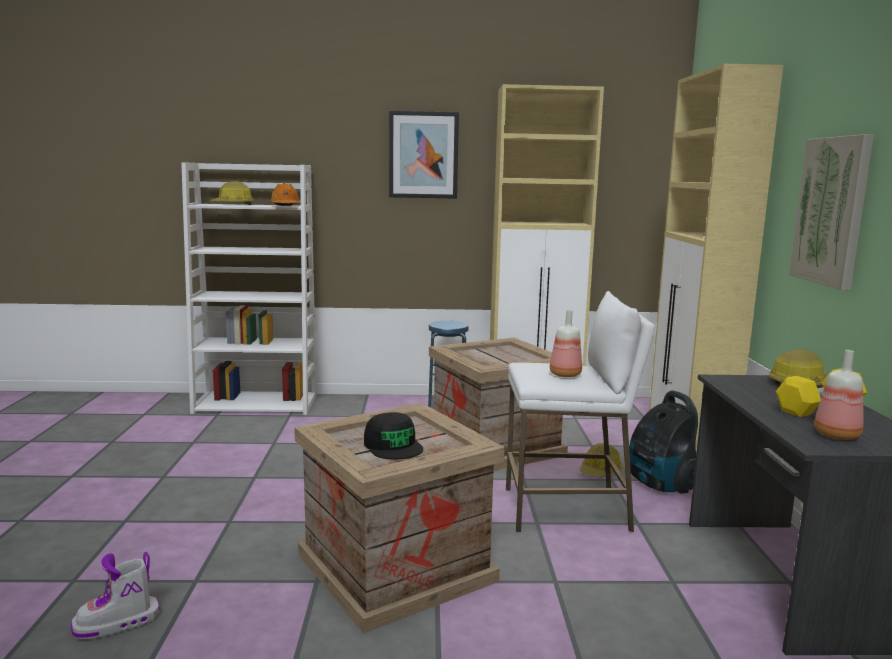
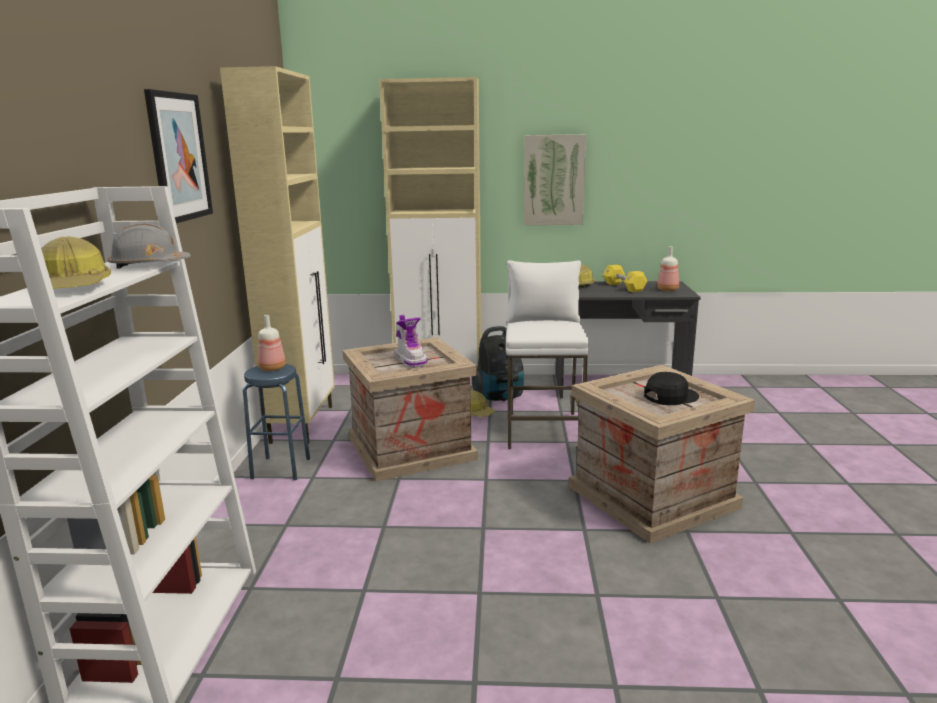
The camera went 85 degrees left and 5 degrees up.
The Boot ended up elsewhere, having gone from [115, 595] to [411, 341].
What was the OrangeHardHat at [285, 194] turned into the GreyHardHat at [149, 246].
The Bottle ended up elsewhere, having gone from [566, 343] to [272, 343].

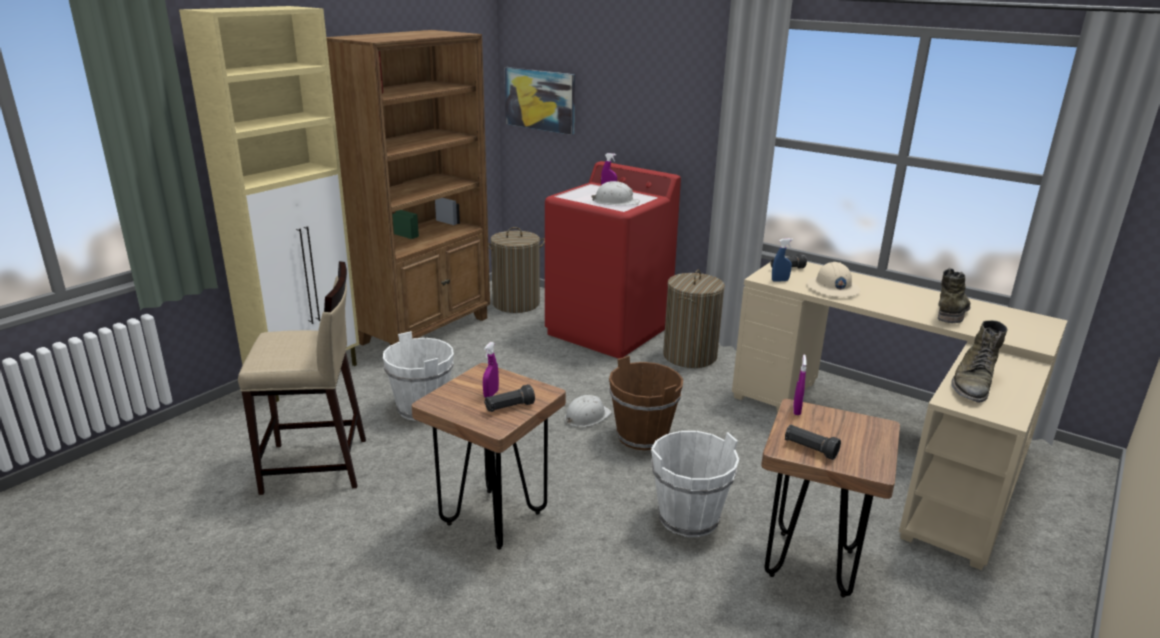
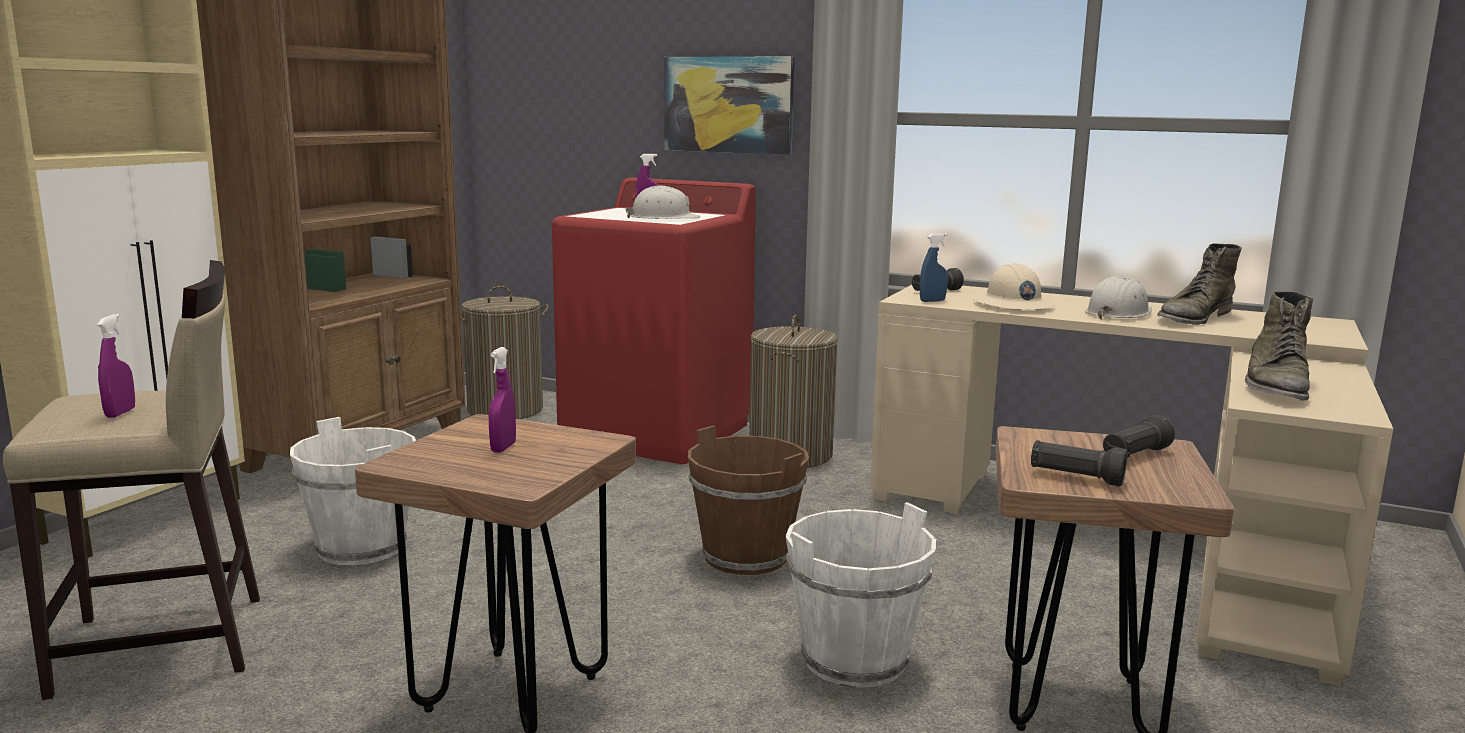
The camera went 10 degrees left and 10 degrees down.
The BlackFlashlight ended up elsewhere, having gone from [509, 398] to [1139, 436].
The Picture ended up elsewhere, having gone from [540, 101] to [729, 105].
The WhiteHardHat ended up elsewhere, having gone from [588, 411] to [1118, 297].
The PurpleSprayBottle ended up elsewhere, having gone from [800, 385] to [116, 366].
The GreenBoot at [954, 295] ended up facing another way, 150 degrees counterclockwise from before.

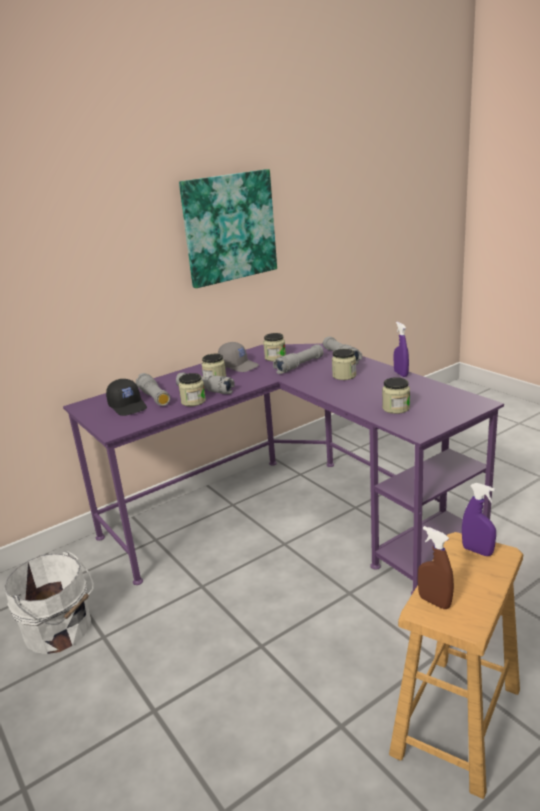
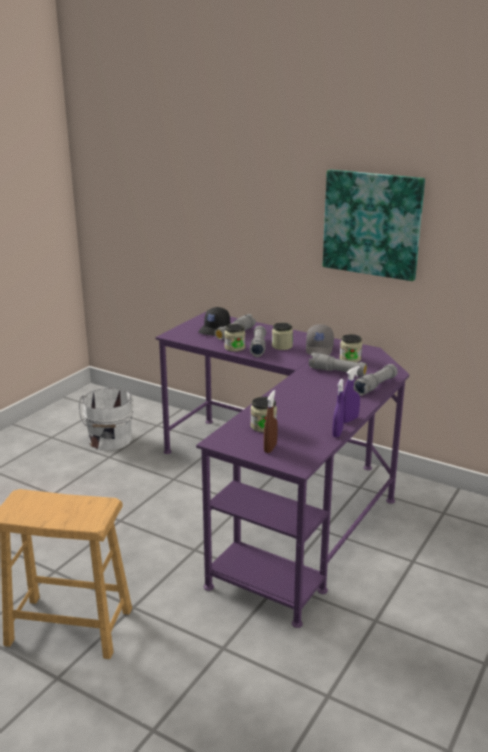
The camera went 65 degrees right and 0 degrees up.
The second view lost the Jar at [344, 364].
The BrownSprayBottle ended up elsewhere, having gone from [436, 567] to [271, 421].
The PurpleSprayBottle ended up elsewhere, having gone from [479, 519] to [338, 408].

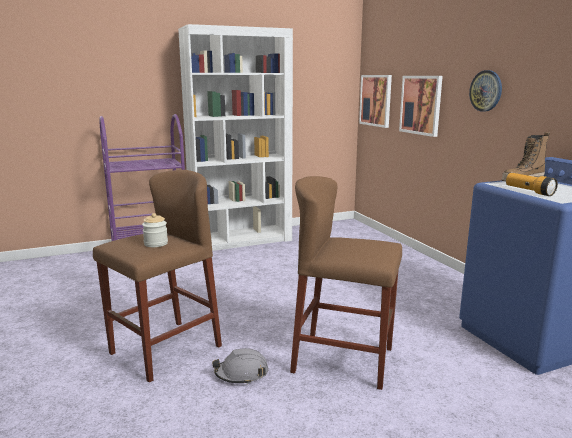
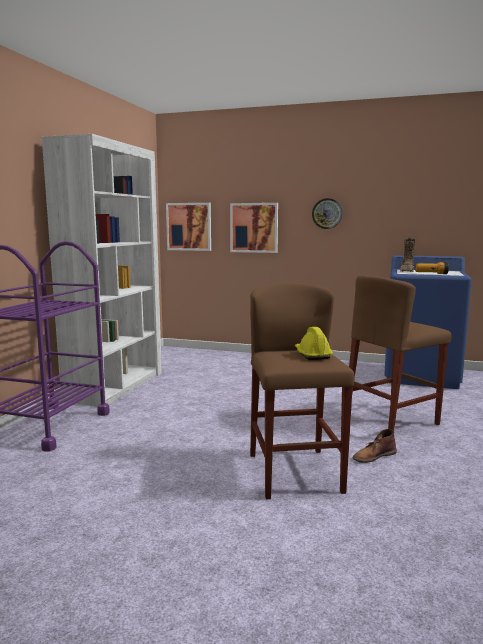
The camera went 50 degrees left and 5 degrees down.
Where the Jar stood at [155, 230], the YellowHardHat came to stand at [314, 343].
Where the GreyHardHat stood at [240, 366], the BrownBoot came to stand at [375, 446].

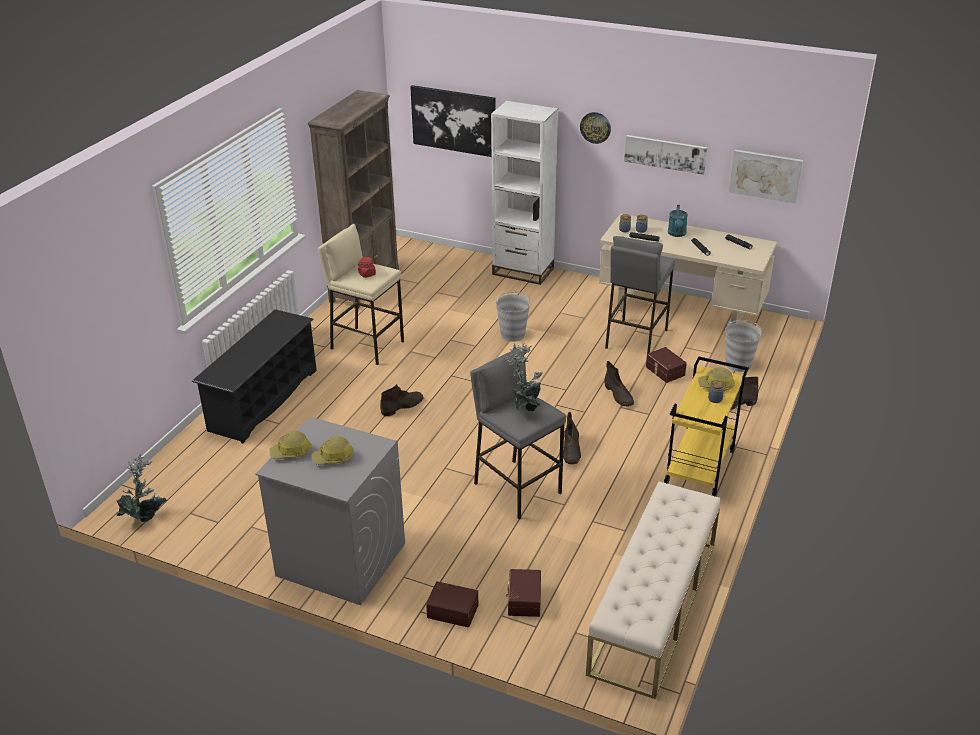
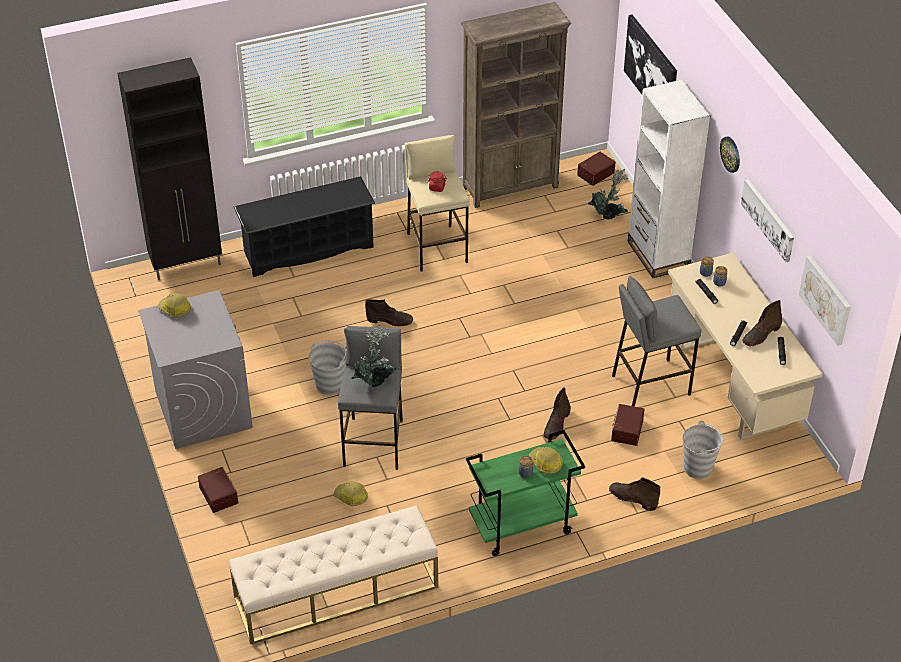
The camera went 45 degrees right and 10 degrees up.
The PottedPlant ended up elsewhere, having gone from [142, 488] to [608, 194].
The HardHat ended up elsewhere, having gone from [333, 450] to [350, 493].
The GreyBucket ended up elsewhere, having gone from [512, 317] to [327, 368].
The BrownStorageBox ended up elsewhere, having gone from [523, 593] to [596, 168].
The BrownBoot ended up elsewhere, having gone from [572, 438] to [762, 323].
What was the YellowCart at [706, 426] turned into the GreenCart at [525, 493].
The second view lost the TurquoiseWateringCan at [678, 221].
The second view gained the BlackCabinet at [170, 168].

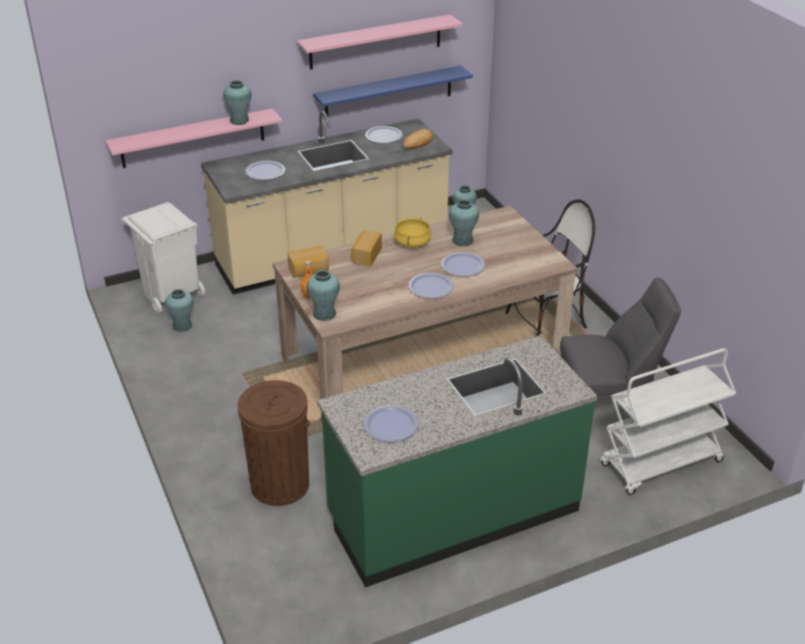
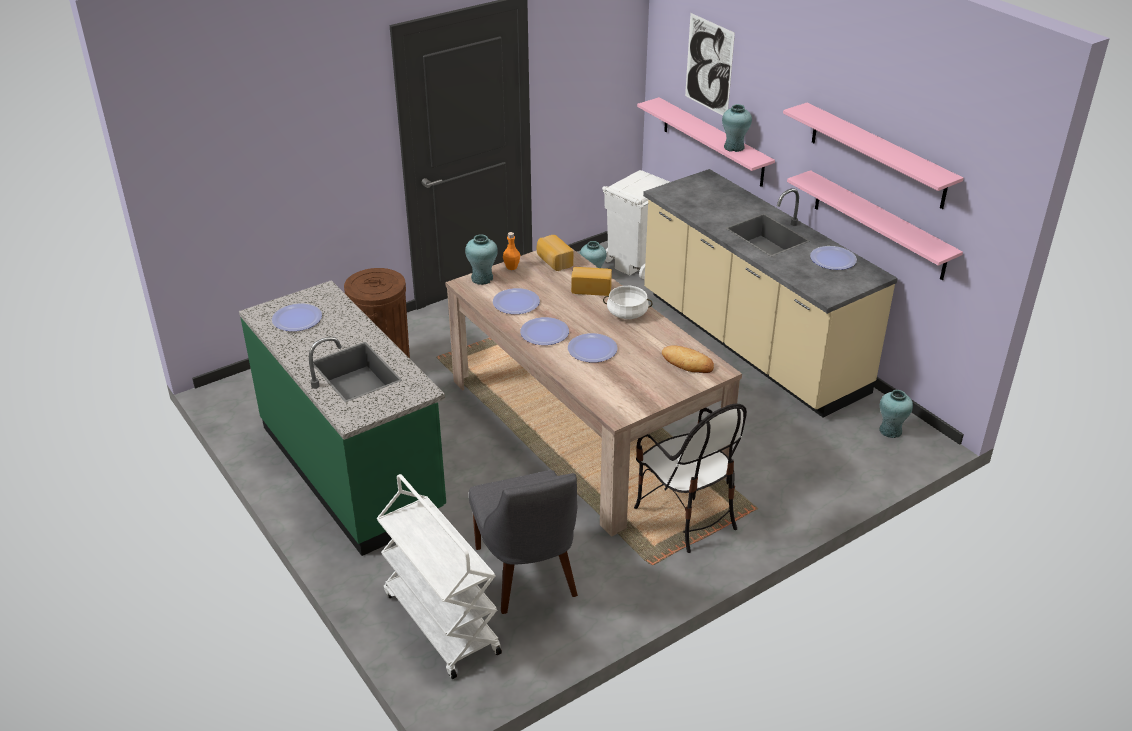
The camera went 80 degrees right and 0 degrees up.
The Plate ended up elsewhere, having gone from [265, 170] to [516, 301].
What was the BlueShelf at [393, 91] turned into the PinkShelf at [875, 225].
What was the YellowCookingPot at [412, 233] turned into the WhiteCookingPot at [628, 302].
The Bread ended up elsewhere, having gone from [418, 139] to [688, 359].
The second view lost the TurquoiseVase at [464, 222].
The second view gained the Picture at [710, 64].

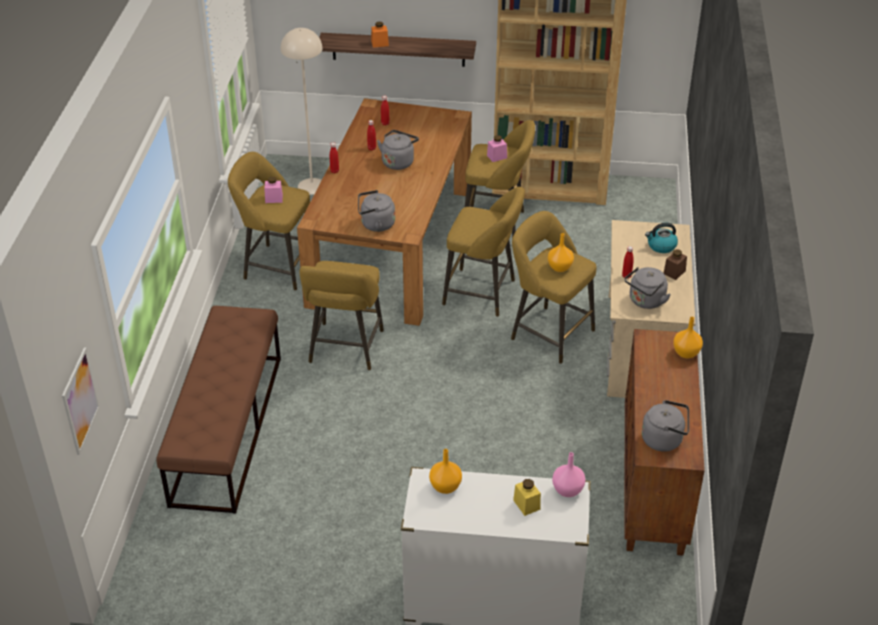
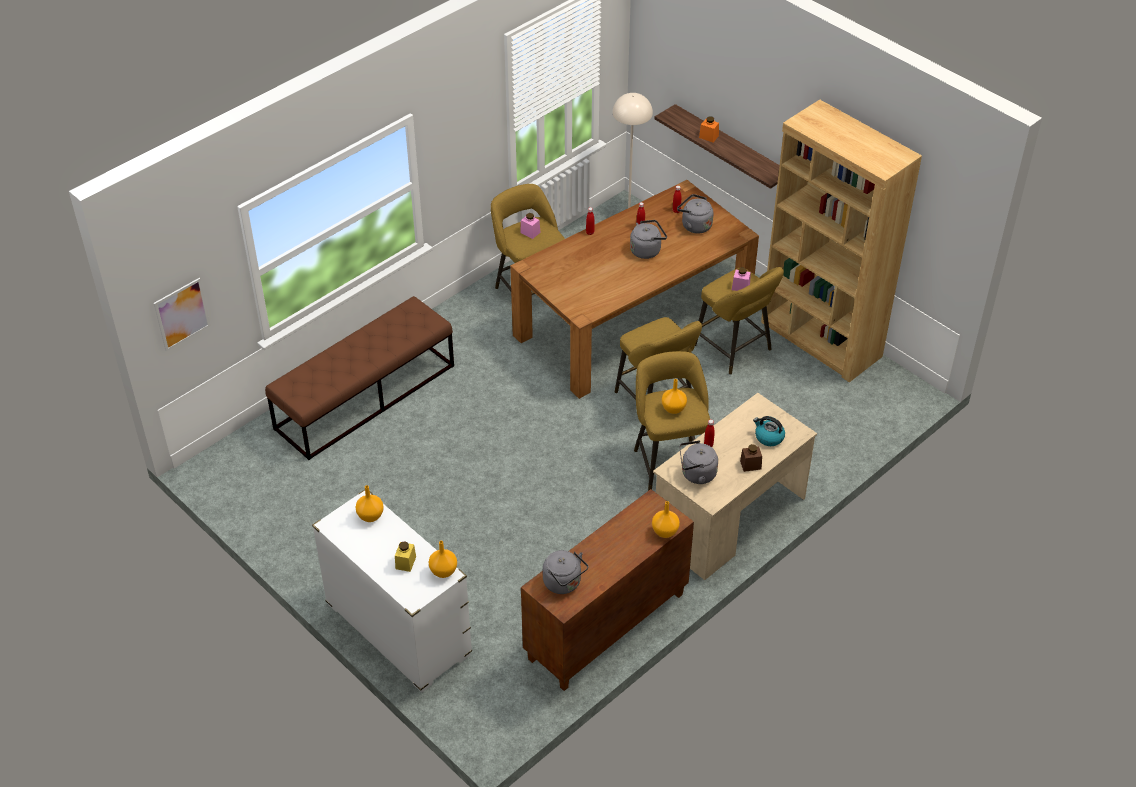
The camera went 40 degrees right and 5 degrees up.
The second view lost the YellowStool at [342, 315].
The GreyKettle ended up elsewhere, having gone from [376, 211] to [695, 213].
What was the PinkVase at [568, 474] turned into the OrangeVase at [443, 559].

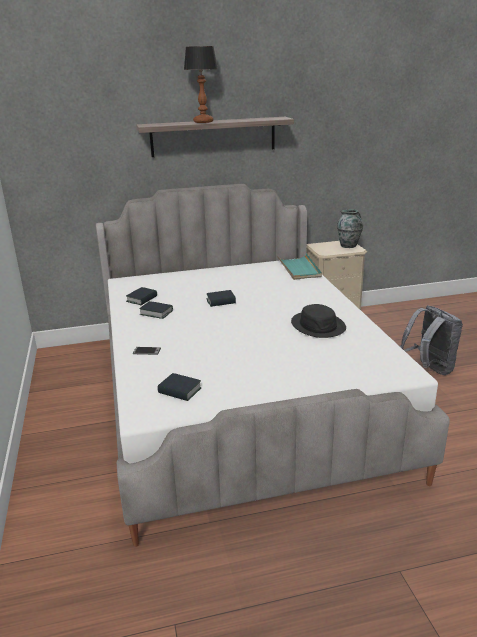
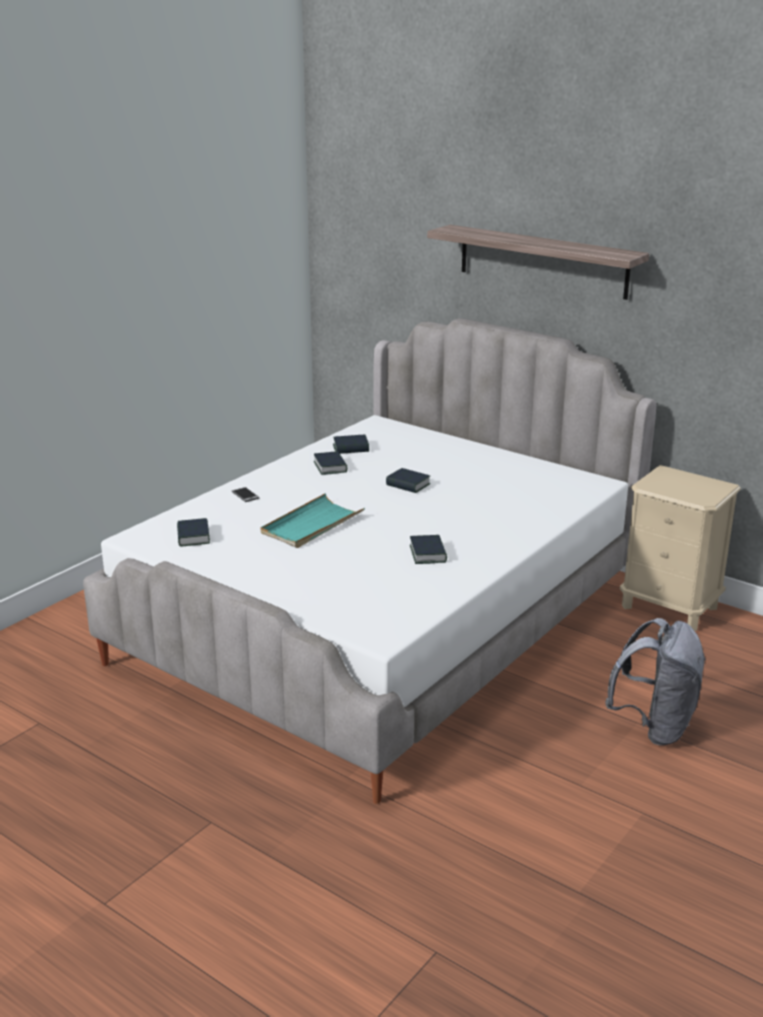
The camera went 50 degrees right and 0 degrees up.
The second view lost the TableLamp at [201, 84].
The TurquoiseTray ended up elsewhere, having gone from [299, 266] to [313, 520].
Where the BlackHat stood at [318, 321], the Book came to stand at [428, 549].
The second view lost the Vase at [350, 228].

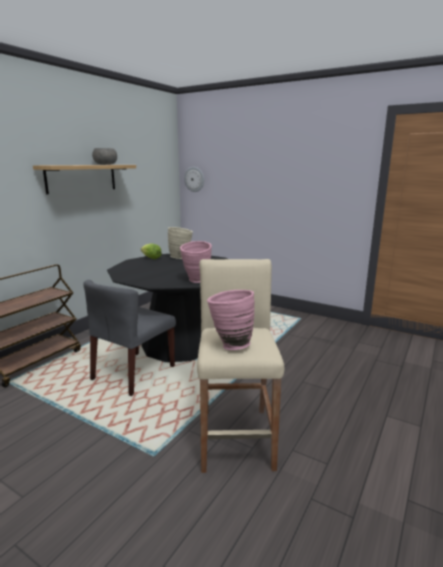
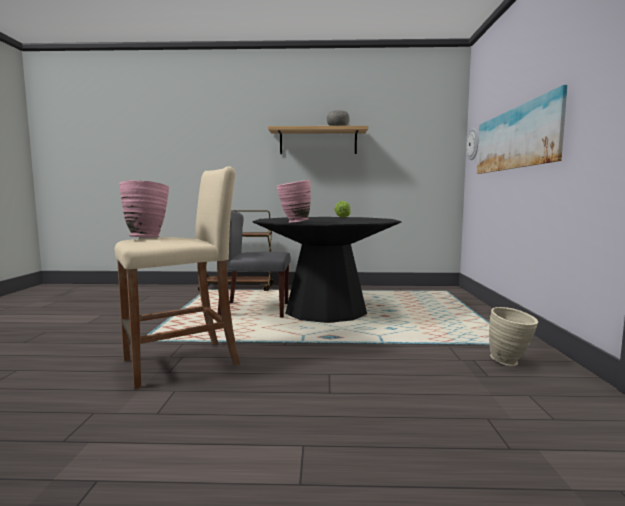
The camera went 60 degrees right and 10 degrees down.
The BeigeVase ended up elsewhere, having gone from [180, 243] to [513, 336].
The second view gained the Picture at [522, 129].

